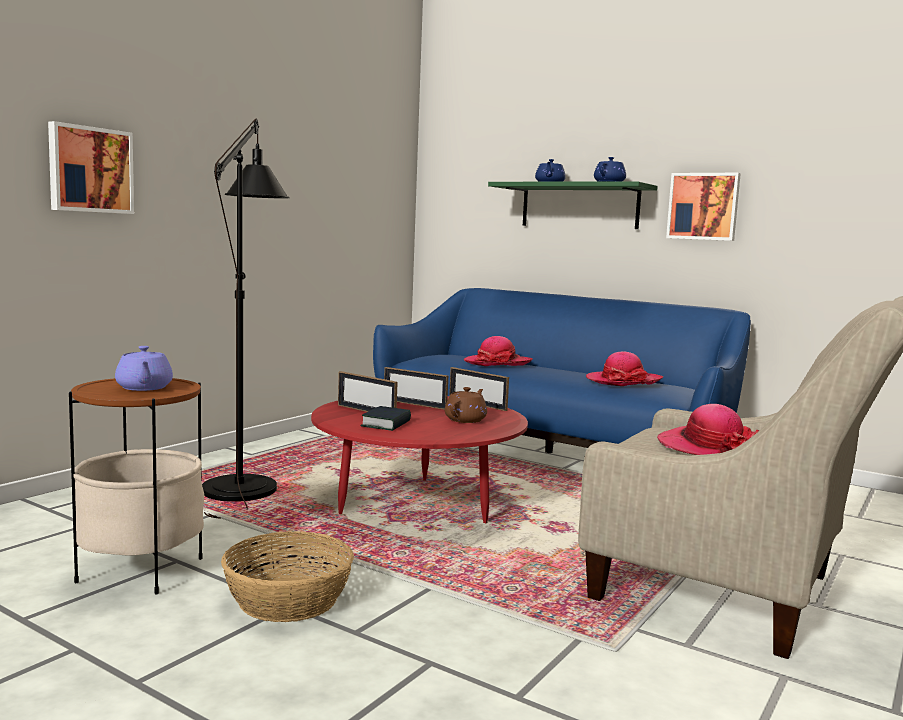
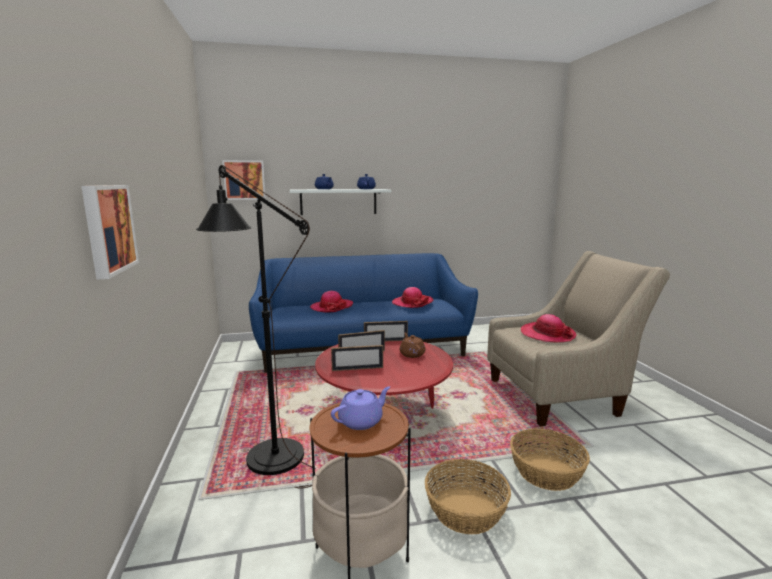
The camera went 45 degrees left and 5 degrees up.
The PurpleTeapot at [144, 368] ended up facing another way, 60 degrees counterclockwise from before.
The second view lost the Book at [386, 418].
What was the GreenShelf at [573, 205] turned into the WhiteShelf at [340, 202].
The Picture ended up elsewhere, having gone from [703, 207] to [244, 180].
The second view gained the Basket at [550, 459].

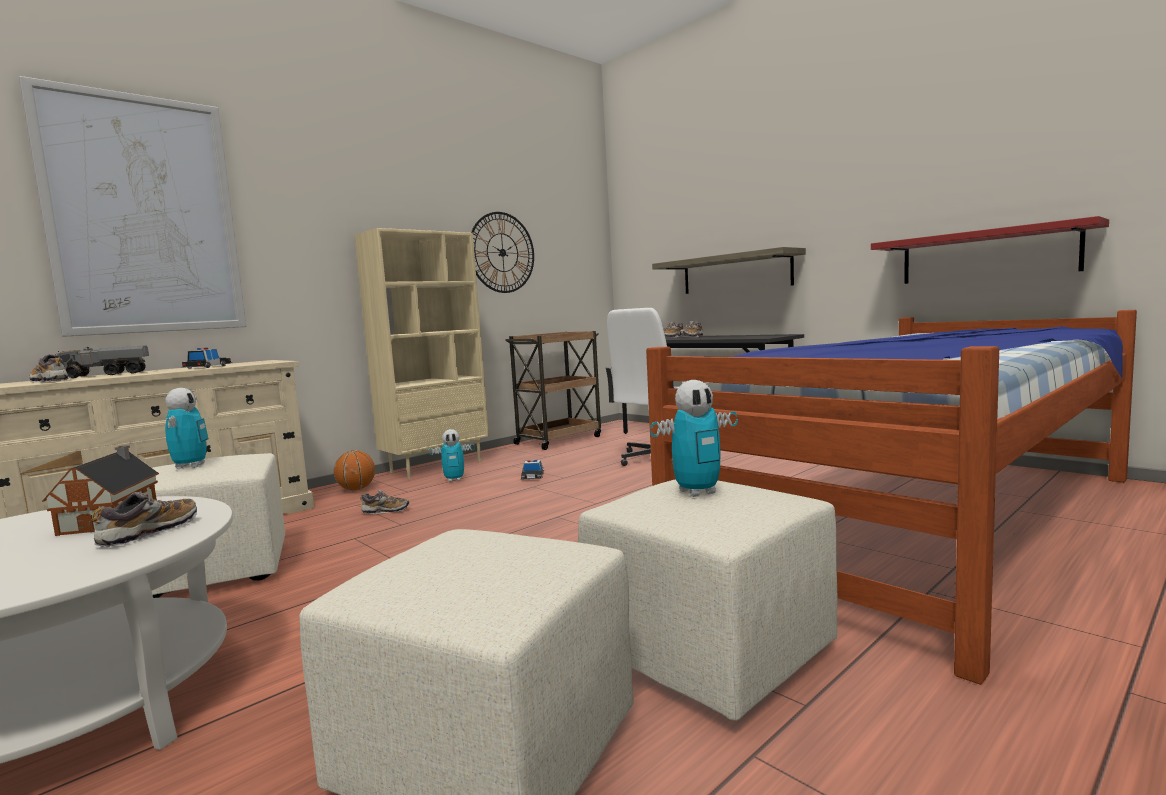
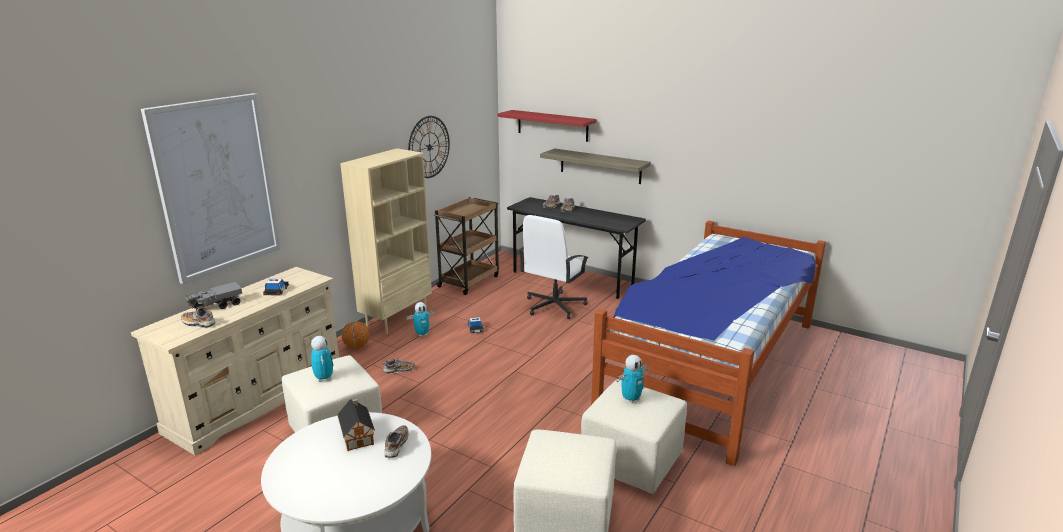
The camera went 15 degrees left and 15 degrees up.
The RedShelf ended up elsewhere, having gone from [990, 250] to [547, 126].

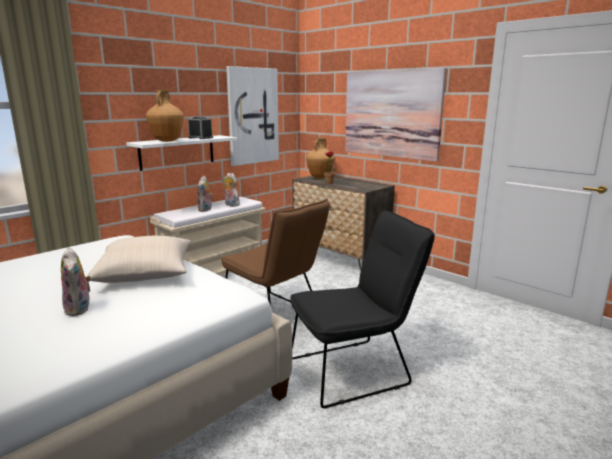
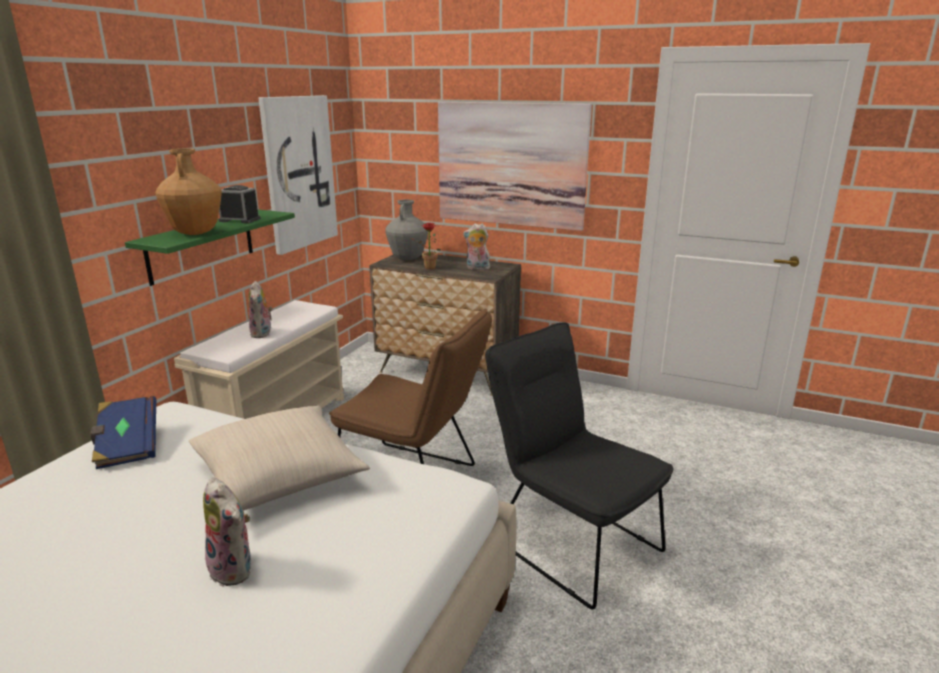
The camera went 20 degrees left and 5 degrees up.
What was the WhiteShelf at [181, 153] turned into the GreenShelf at [210, 248].
The PlushToy ended up elsewhere, having gone from [231, 189] to [476, 246].
The BlackChair at [362, 309] ended up facing another way, 90 degrees counterclockwise from before.
What was the BrownVase at [320, 157] turned into the GreyVase at [406, 230].
The second view gained the BlueBook at [123, 432].

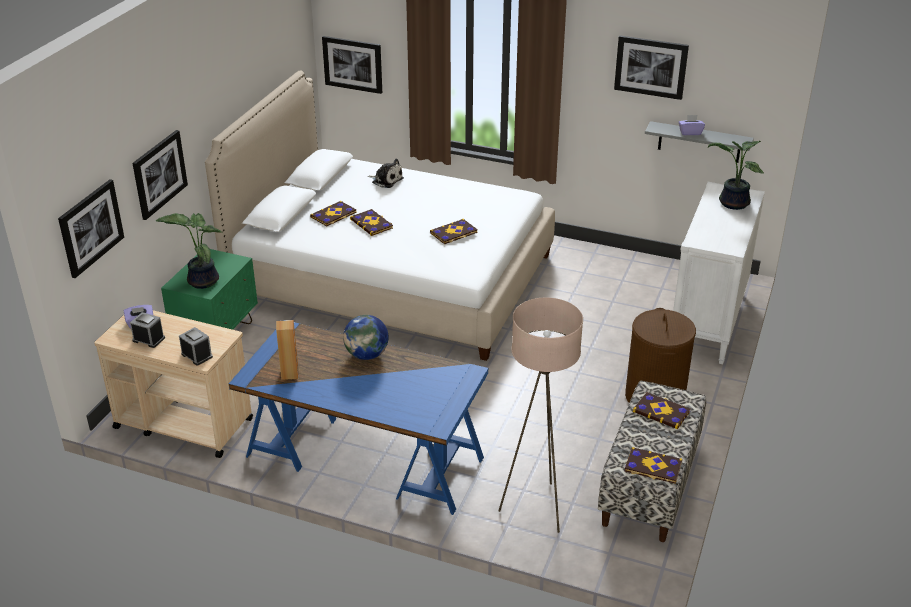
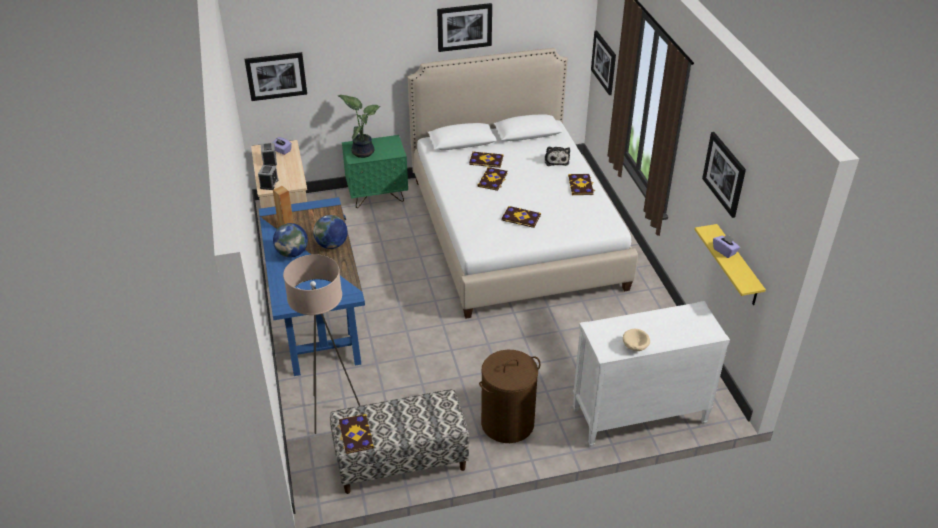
The camera went 55 degrees right and 5 degrees up.
The Picture ended up elsewhere, having gone from [160, 175] to [464, 27].
The Book ended up elsewhere, having gone from [662, 410] to [581, 184].
What was the GreyShelf at [699, 142] turned into the YellowShelf at [730, 264].
The second view lost the PottedPlant at [736, 175].
The second view gained the Globe at [290, 240].
The second view gained the BeigeBowl at [636, 340].

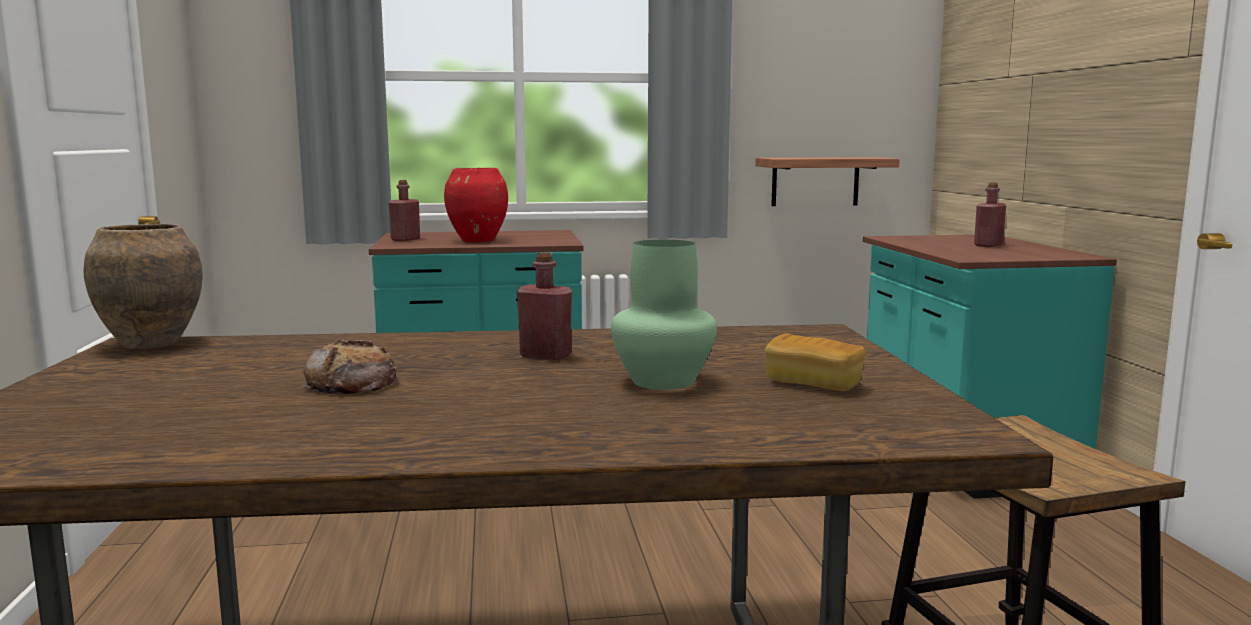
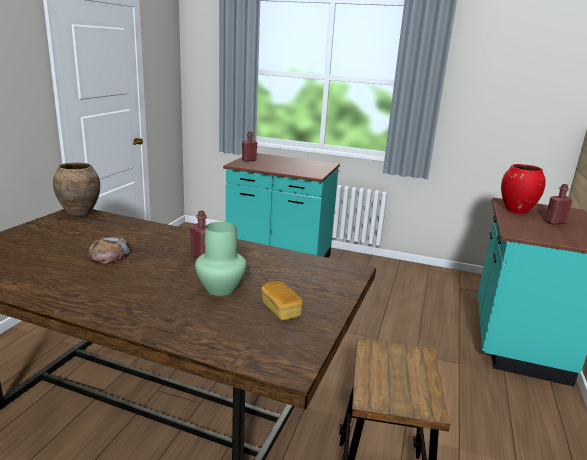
The camera went 25 degrees right and 10 degrees up.
The RedVase ended up elsewhere, having gone from [476, 205] to [523, 189].
The second view lost the Shelf at [827, 181].

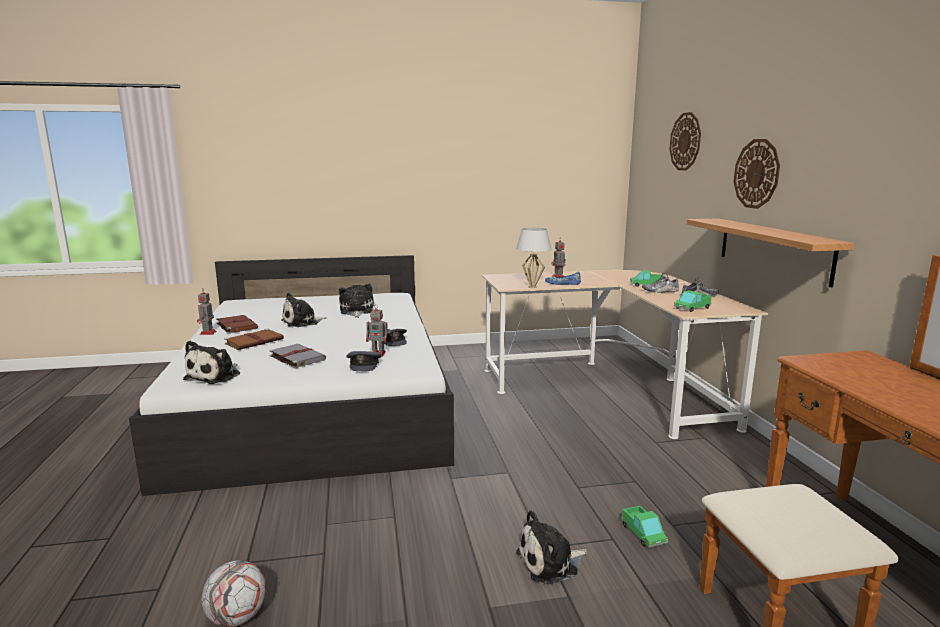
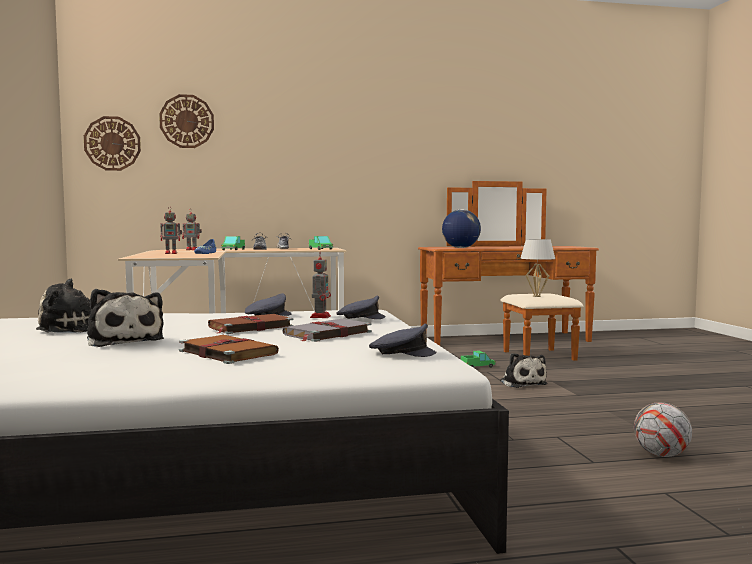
The camera went 90 degrees left and 10 degrees down.
Where the PlushToy stood at [211, 362], the GreyCap came to stand at [403, 340].
The ToyRobot ended up elsewhere, having gone from [206, 311] to [192, 230].
The BrownBook ended up elsewhere, having gone from [237, 324] to [251, 324].
The WhiteTableLamp ended up elsewhere, having gone from [533, 258] to [537, 268].
The second view lost the Shelf at [771, 253].
The WallClock ended up elsewhere, having gone from [757, 174] to [112, 143].
The second view gained the Globe at [461, 228].

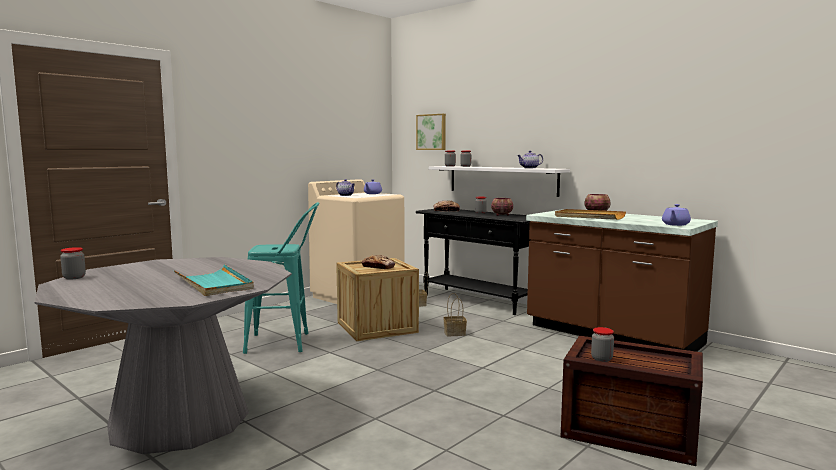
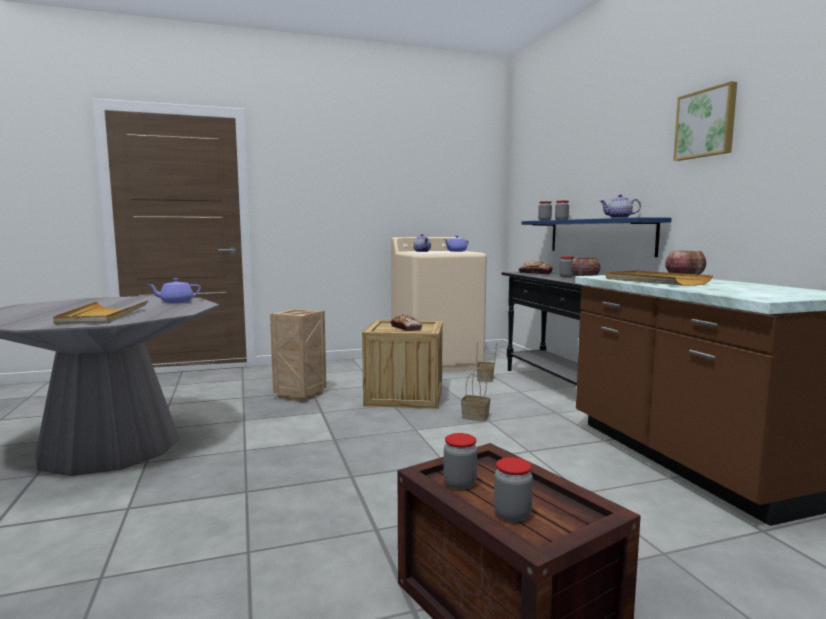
The camera went 30 degrees right and 0 degrees up.
The Jar ended up elsewhere, having gone from [73, 263] to [513, 489].
What was the TurquoiseTray at [214, 280] turned into the BeigeTray at [100, 313].
Where the TurquoiseStool stood at [281, 278], the Crate came to stand at [298, 356].
The Picture ended up elsewhere, having gone from [431, 132] to [705, 121].
What was the WhiteShelf at [499, 181] turned into the BlueShelf at [596, 237].
The PurpleTeapot ended up elsewhere, having gone from [676, 215] to [174, 290].

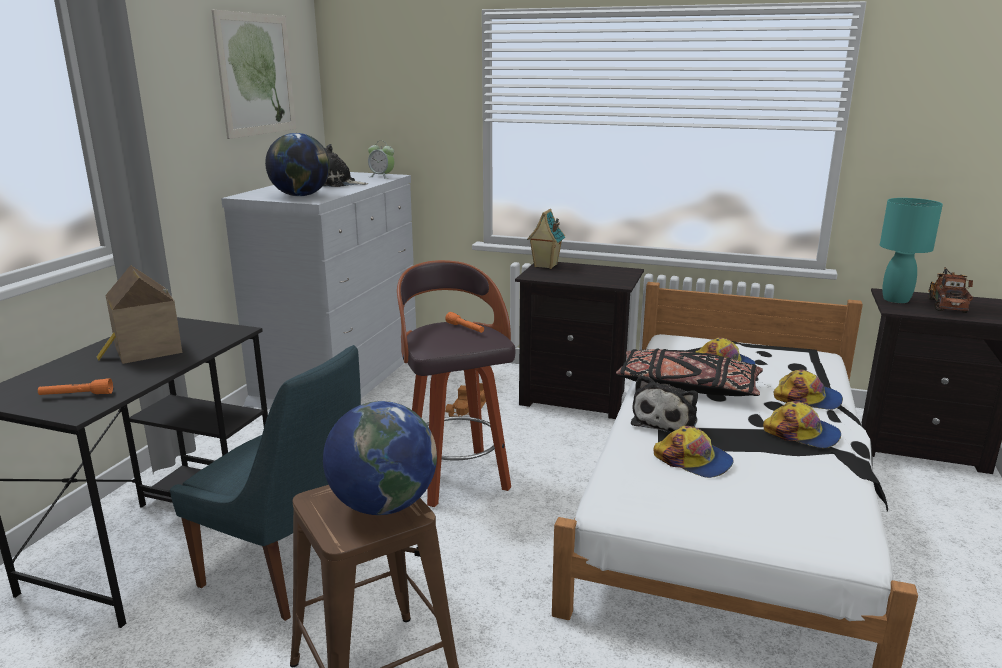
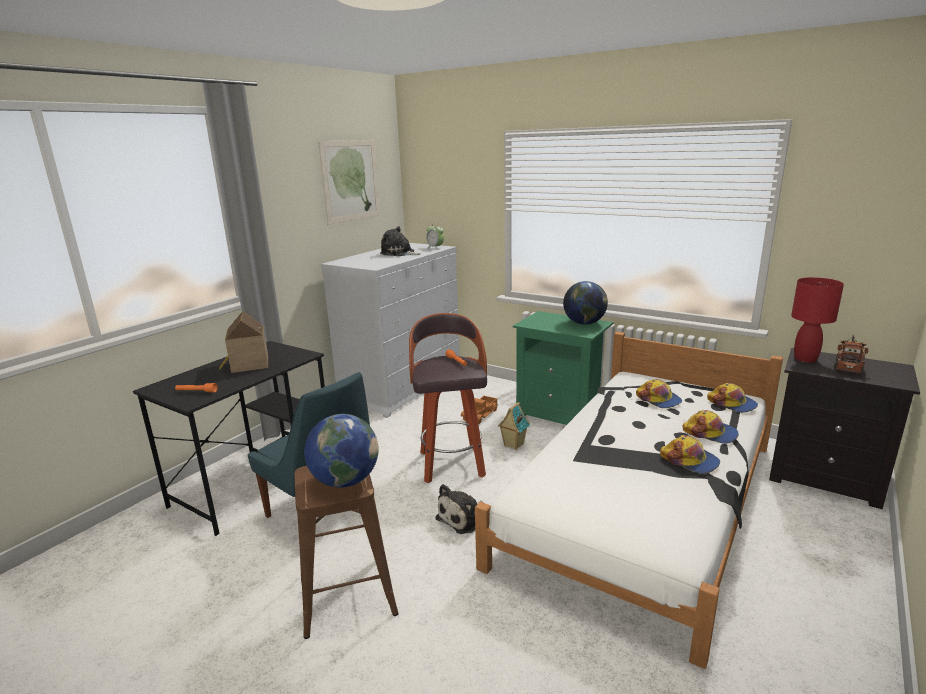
The camera went 15 degrees right and 0 degrees up.
The Globe ended up elsewhere, having gone from [297, 164] to [585, 303].
What was the BlackNightstand at [579, 340] turned into the GreenNightstand at [563, 368].
The ToyHouse ended up elsewhere, having gone from [546, 239] to [514, 426].
The second view lost the BlackPillow at [689, 372].
The PlushToy ended up elsewhere, having gone from [664, 404] to [459, 509].
The Cap ended up elsewhere, having gone from [693, 452] to [732, 398].
What was the TurquoiseTableLamp at [911, 250] turned into the RedTableLamp at [817, 320].

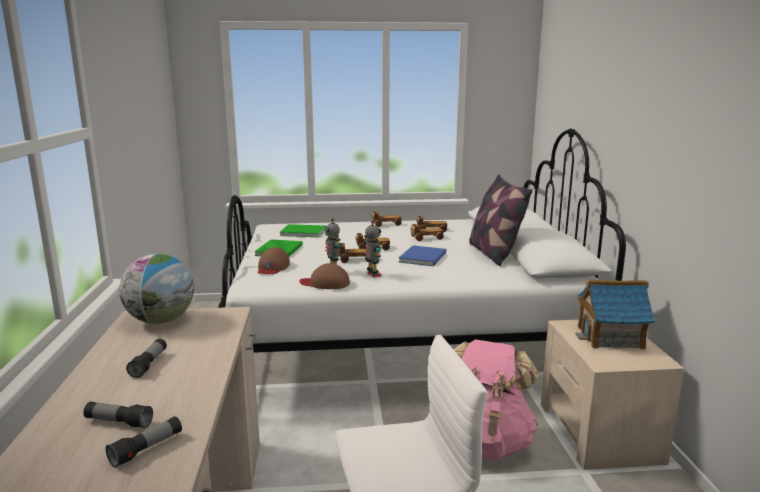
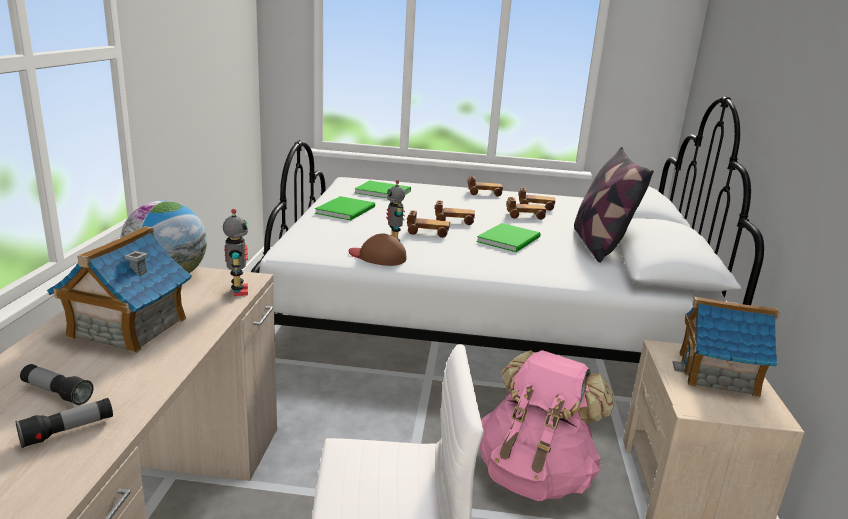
The camera went 10 degrees right and 5 degrees up.
Where the Flashlight stood at [146, 358], the ToyHouse came to stand at [119, 289].
The second view lost the BrownCap at [273, 260].
The ToyRobot ended up elsewhere, having gone from [372, 249] to [235, 252].
What was the BlueBook at [422, 255] turned into the GreenBook at [508, 237].

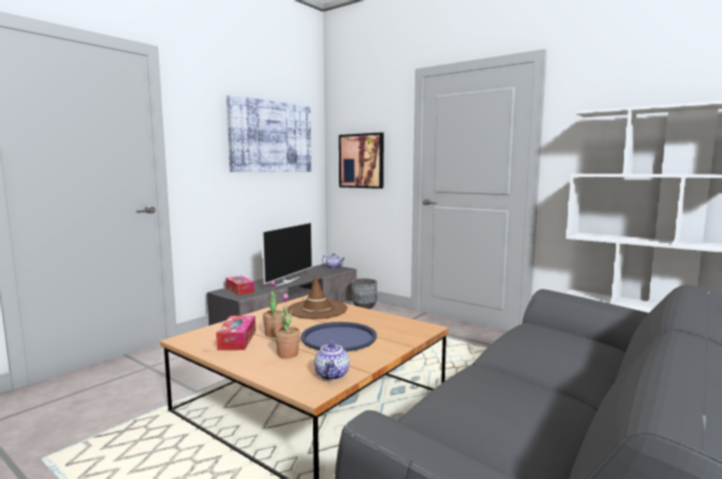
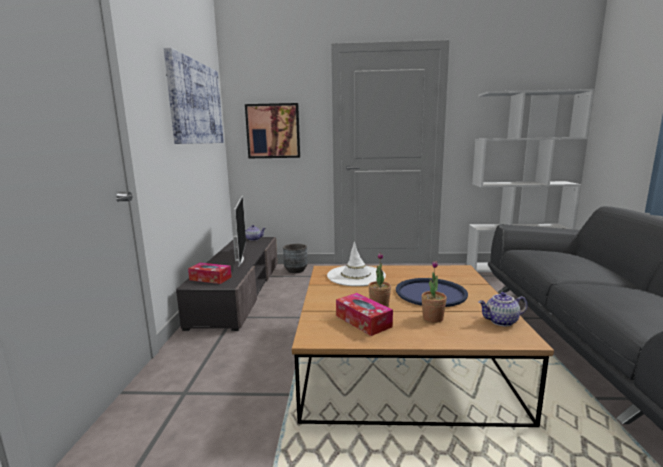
The camera went 35 degrees left and 5 degrees up.
What was the BrownHat at [317, 296] turned into the WhiteHat at [356, 264].
The Teapot at [331, 360] ended up facing another way, 120 degrees clockwise from before.

